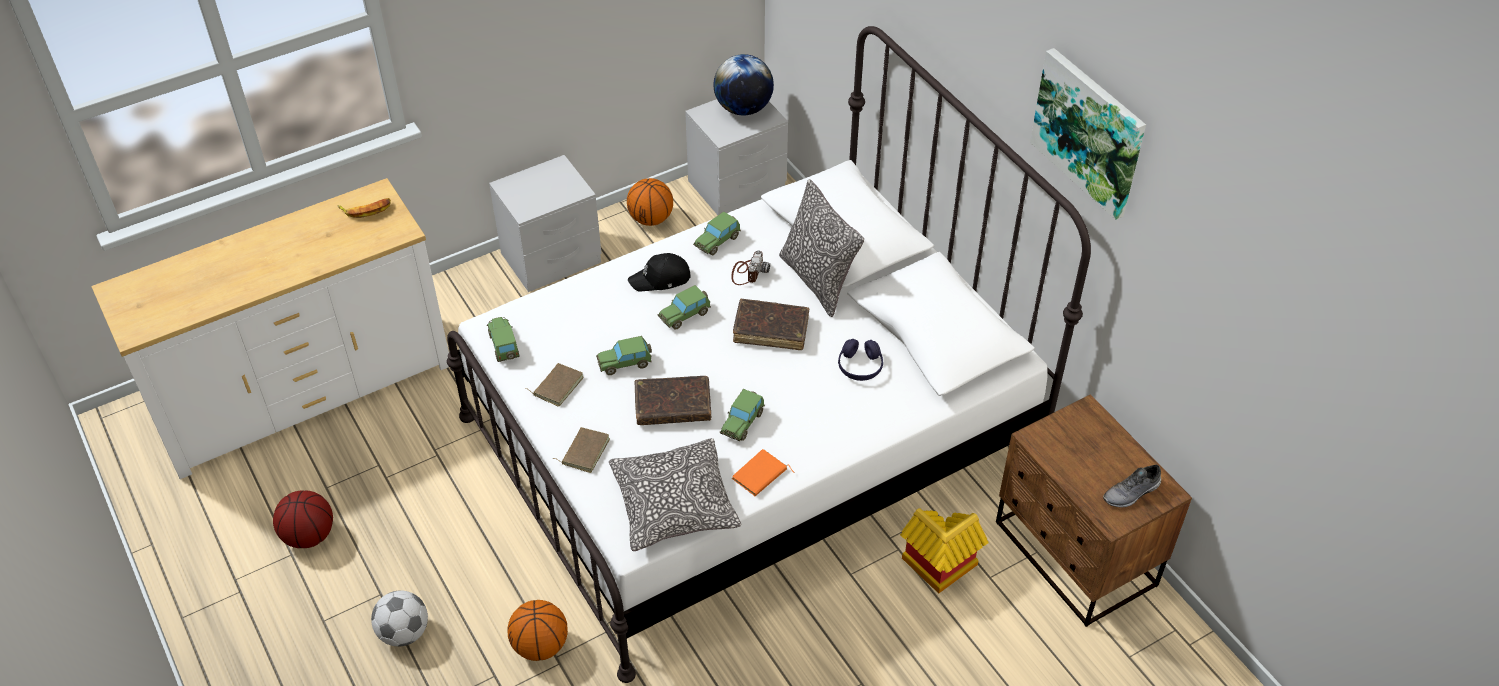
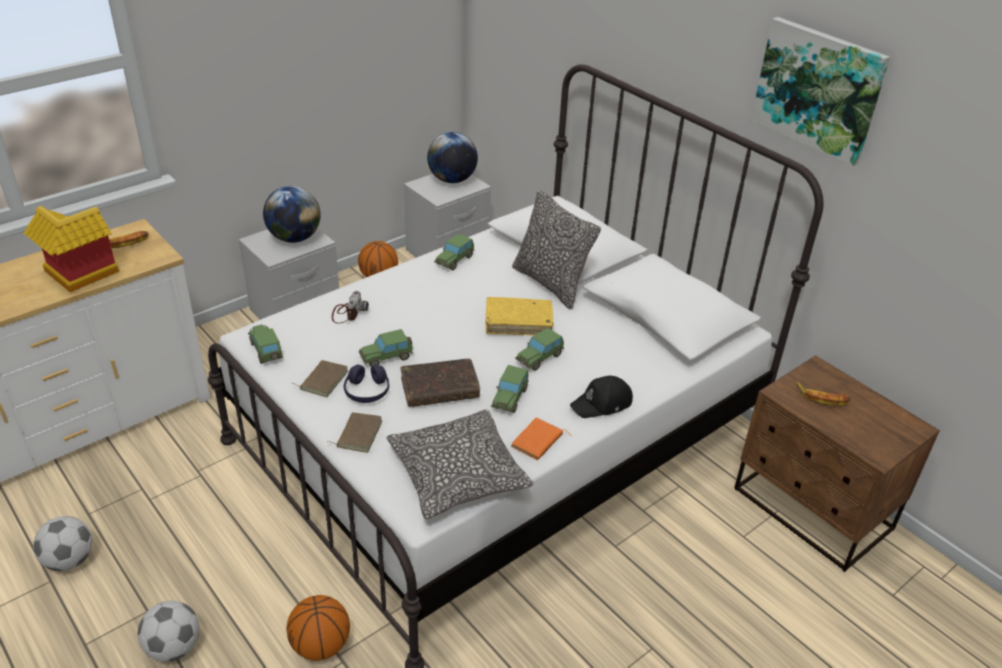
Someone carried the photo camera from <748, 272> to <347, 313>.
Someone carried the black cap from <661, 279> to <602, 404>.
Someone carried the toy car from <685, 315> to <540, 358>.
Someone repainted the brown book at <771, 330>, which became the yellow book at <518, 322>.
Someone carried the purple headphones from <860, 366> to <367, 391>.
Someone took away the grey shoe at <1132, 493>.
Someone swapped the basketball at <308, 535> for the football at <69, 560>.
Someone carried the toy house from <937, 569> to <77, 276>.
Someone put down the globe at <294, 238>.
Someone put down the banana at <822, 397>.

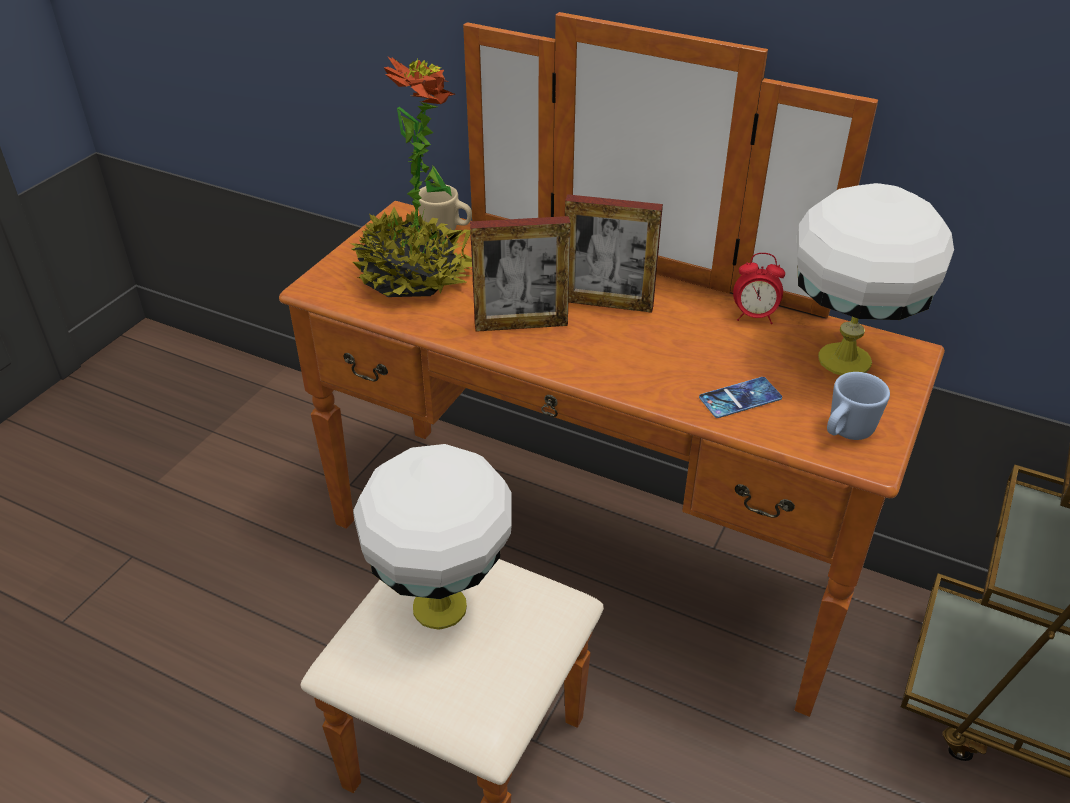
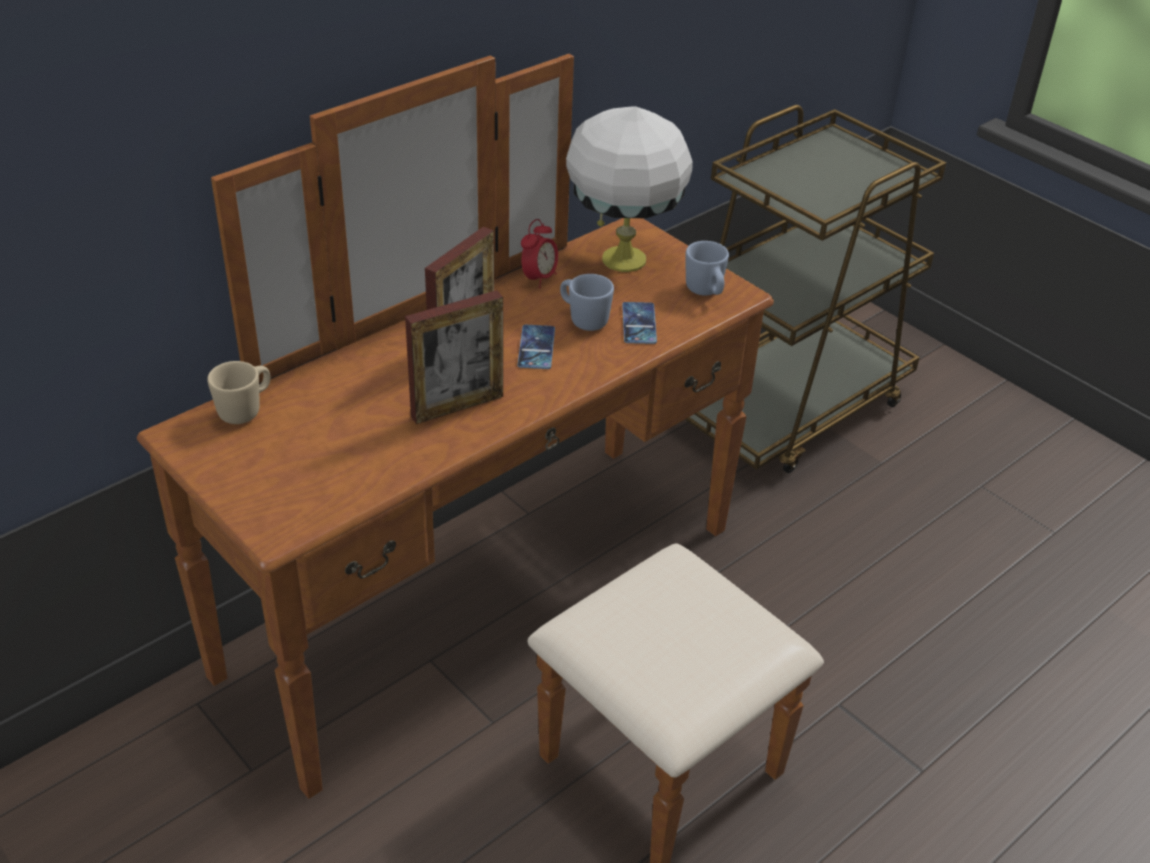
Someone took away the potted plant at <414, 278>.
Someone rotated the picture frame at <521, 324> by 45 degrees clockwise.
Someone took away the white table lamp at <443, 607>.
Someone put down the blue mug at <583, 319>.
Someone put down the phone at <536, 347>.

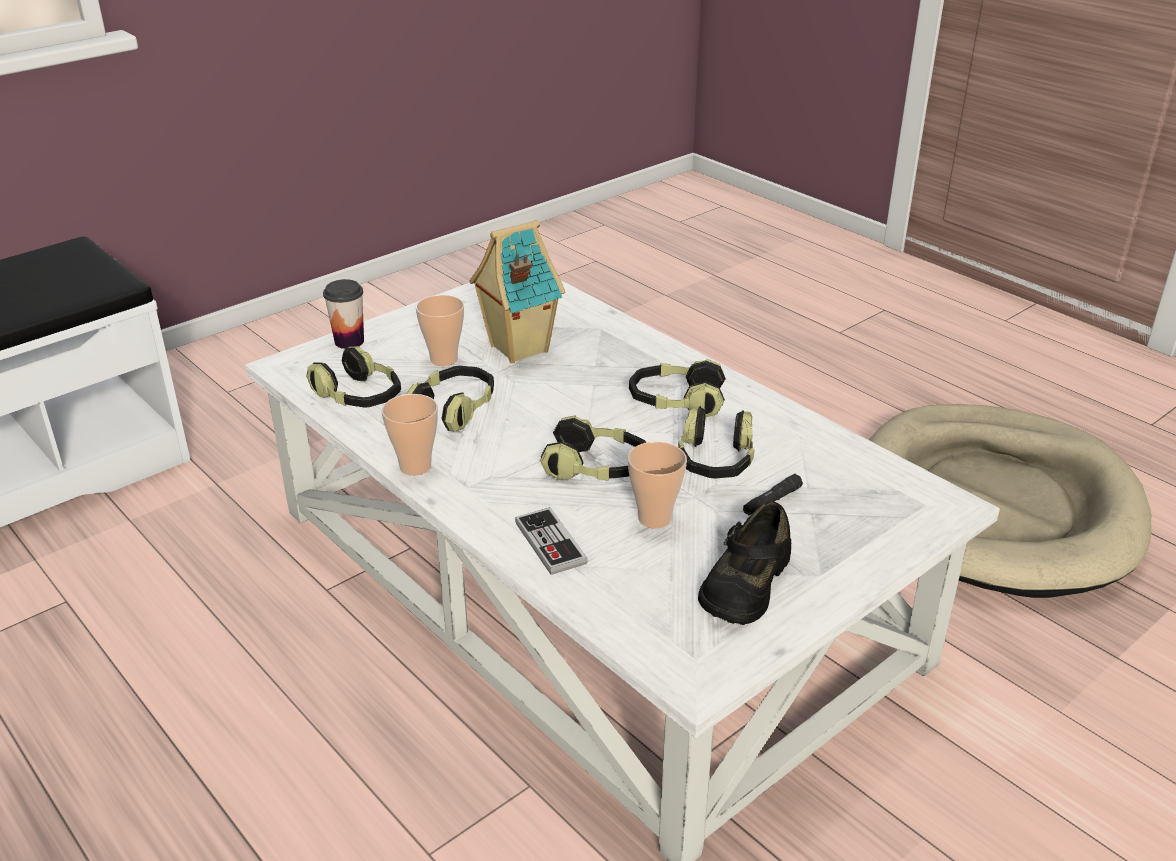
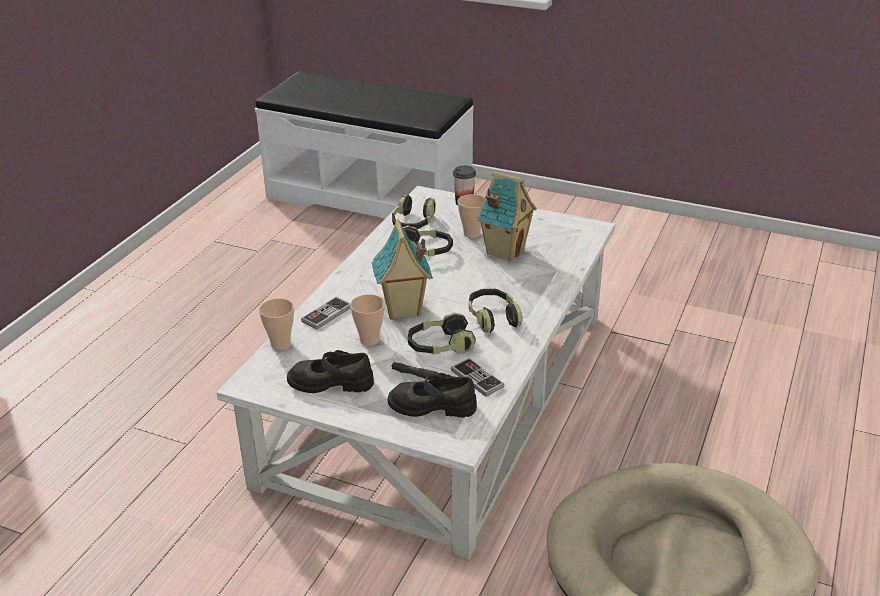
Someone carried the cup from <415, 467> to <280, 344>.
Someone swapped the headphones at <597, 468> for the toy house at <402, 310>.
Someone put down the game controller at <477, 379>.
Someone put down the black shoe at <432, 405>.

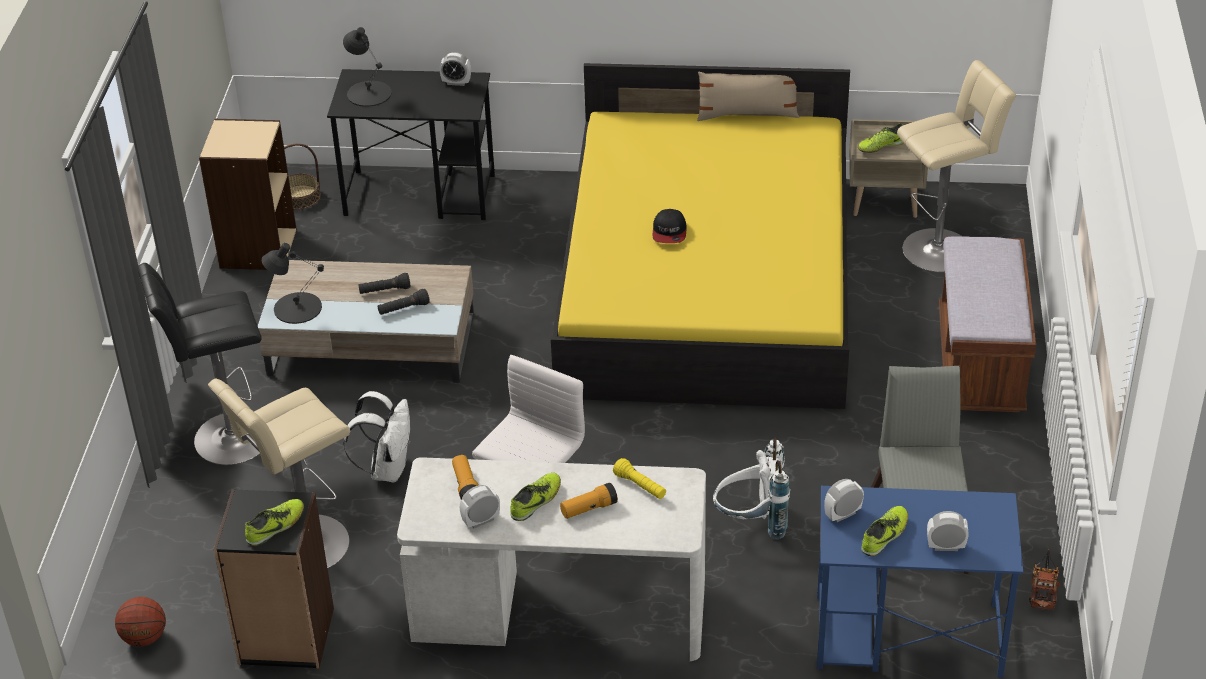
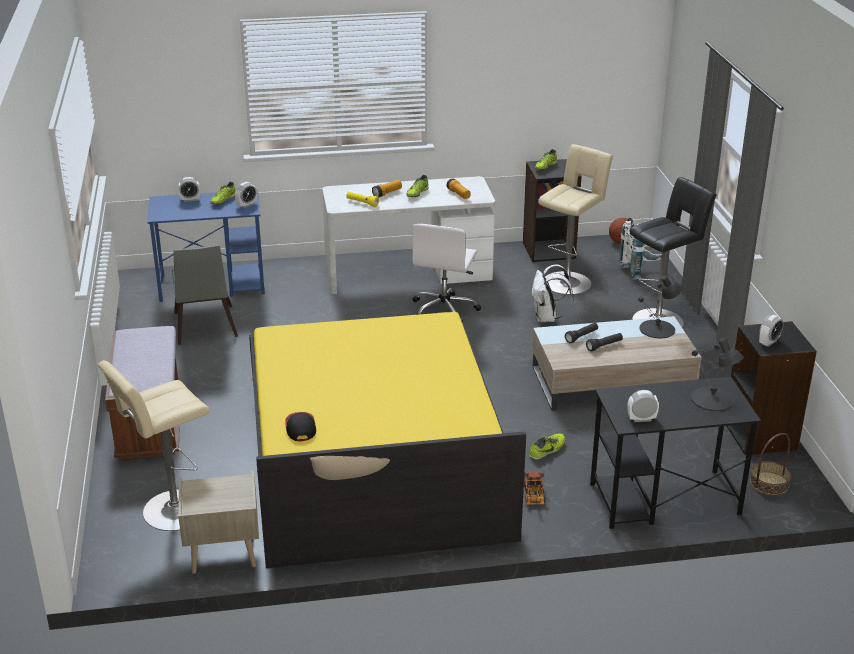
Someone repainted the beige bookcase at <257, 248>, which became the black bookcase at <761, 435>.
Someone carried the shoe from <880, 146> to <547, 450>.
Someone carried the cap from <669, 232> to <300, 428>.
Someone carried the white backpack from <751, 522> to <641, 272>.
Someone carried the alarm clock from <481, 521> to <769, 342>.
Someone carried the toy truck from <1043, 588> to <533, 496>.

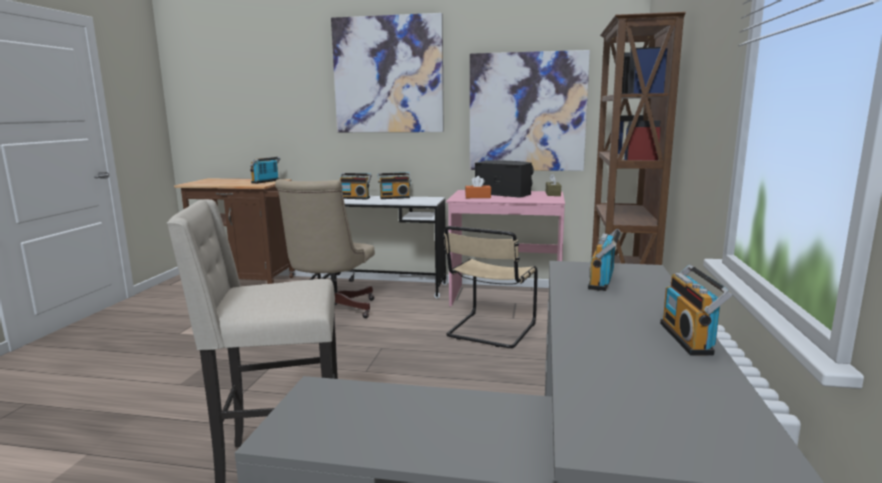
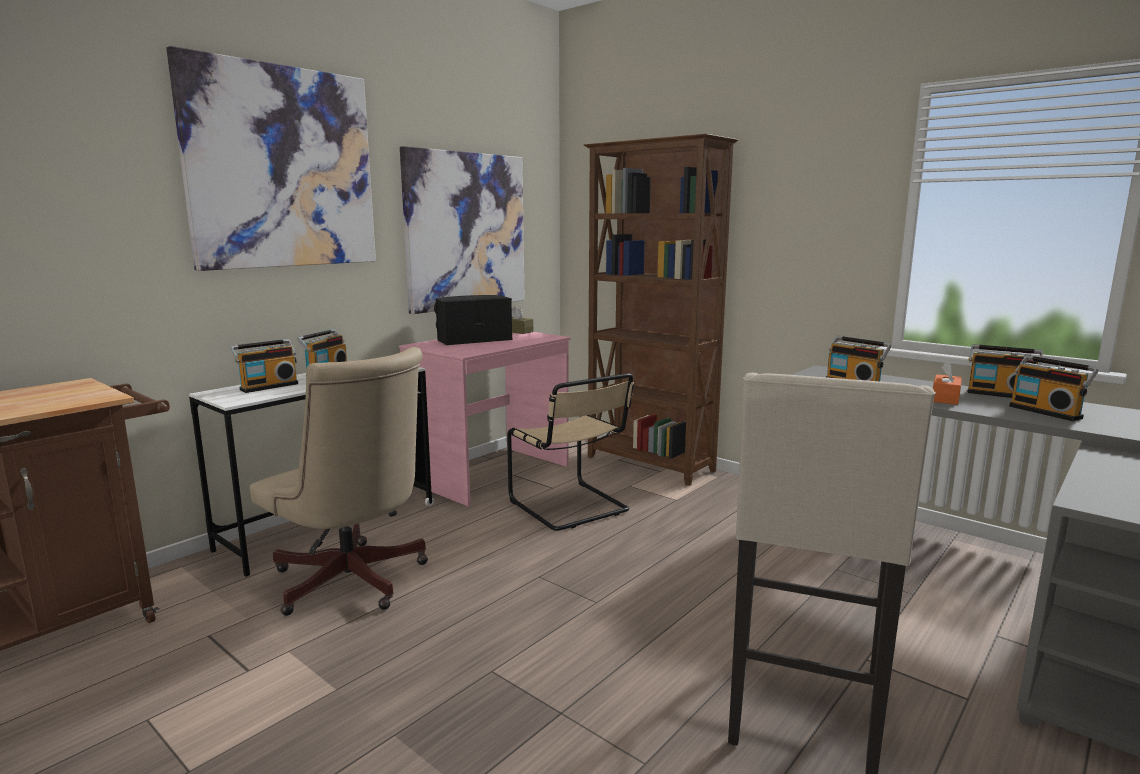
Someone carried the radio from <266, 181> to <1046, 412>.
Someone carried the orange tissue box from <478, 197> to <945, 398>.

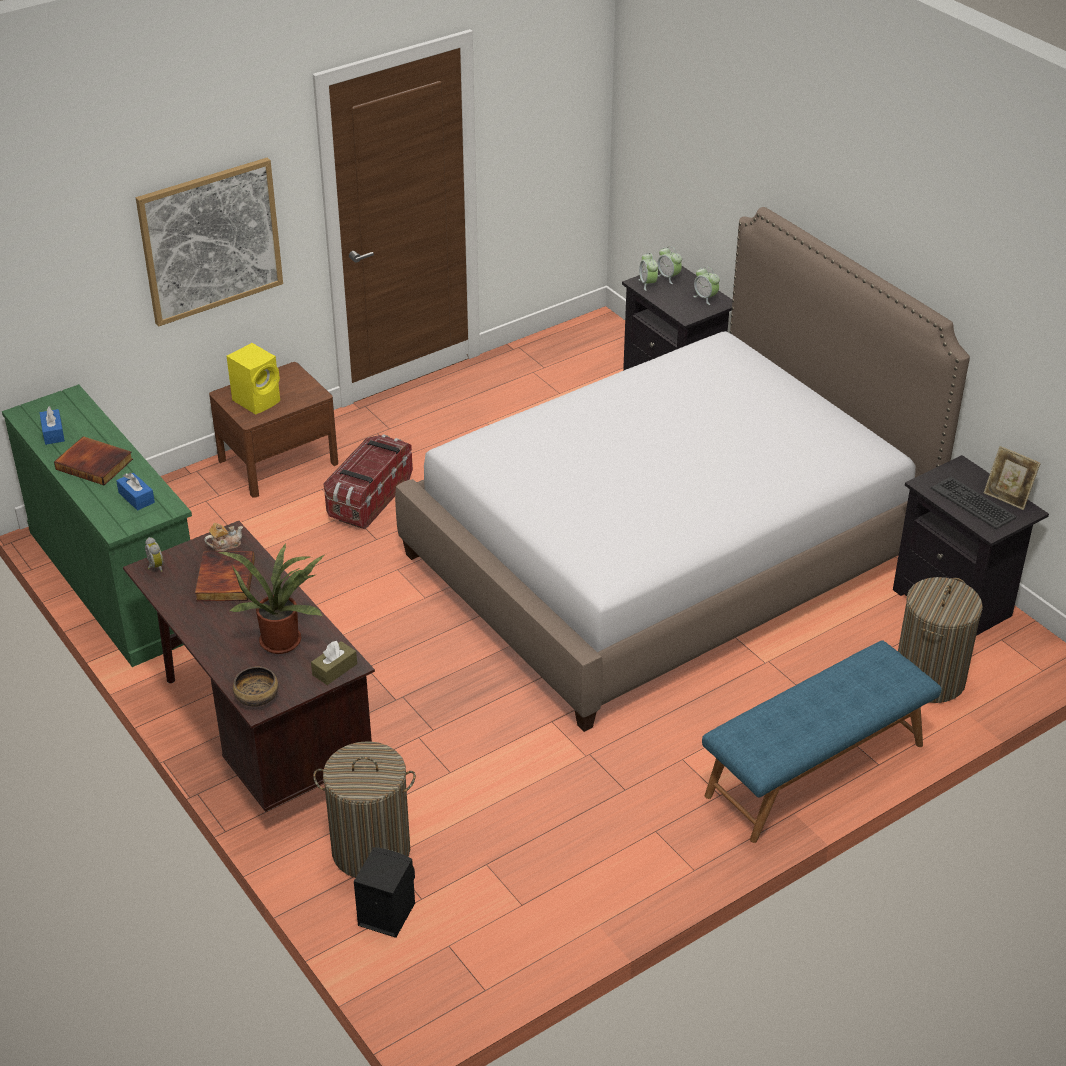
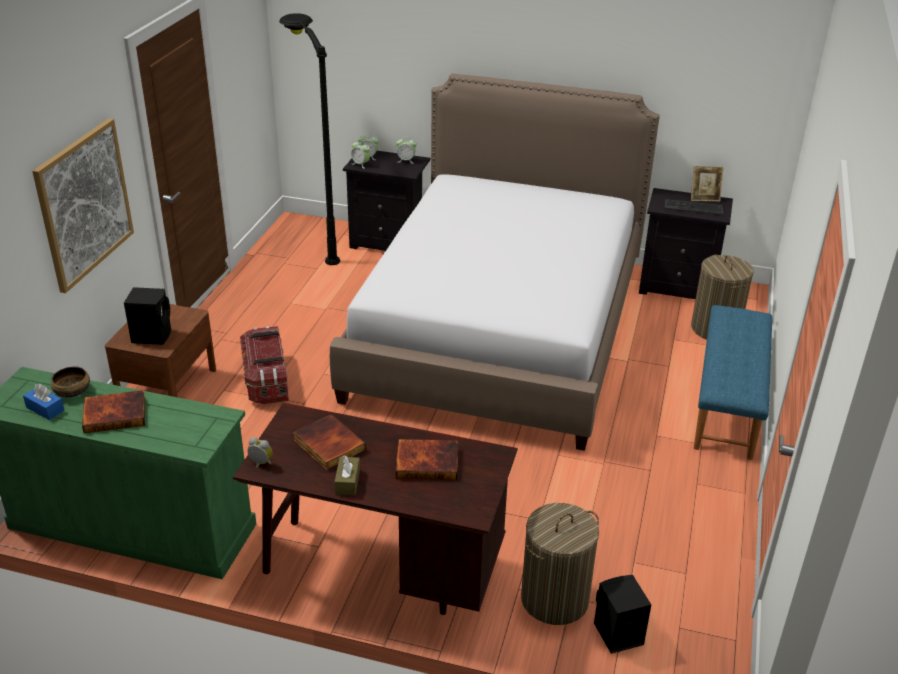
Someone repainted the yellow speaker at <258, 400>, which became the black speaker at <152, 335>.
Someone took away the blue tissue box at <136, 497>.
Someone took away the teapot at <225, 545>.
Someone swapped the potted plant at <283, 638> for the book at <427, 462>.
Someone carried the brown tissue box from <334, 669> to <347, 482>.
Someone carried the bowl from <257, 697> to <73, 391>.
Someone put down the black floor lamp at <316, 241>.

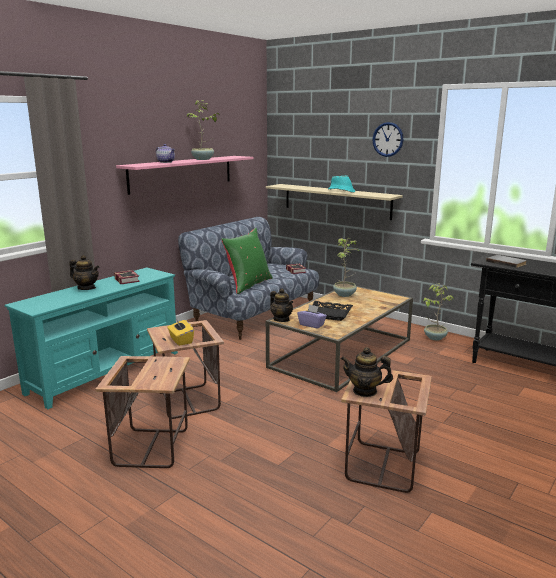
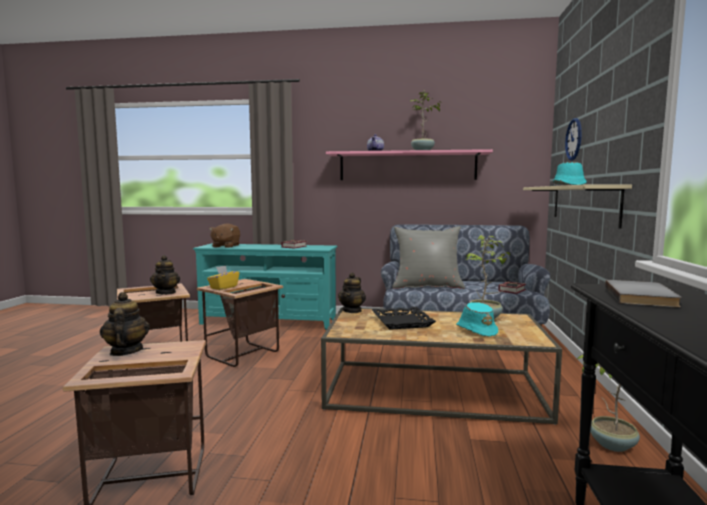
Someone carried the wall clock from <388, 139> to <574, 139>.
Someone repainted the green pillow at <248, 284>, which became the grey pillow at <427, 286>.
Someone carried the teapot from <86, 288> to <166, 292>.
Someone took away the purple tissue box at <311, 325>.
Someone put down the brown plush toy at <225, 246>.
Someone put down the turquoise hat at <476, 330>.

